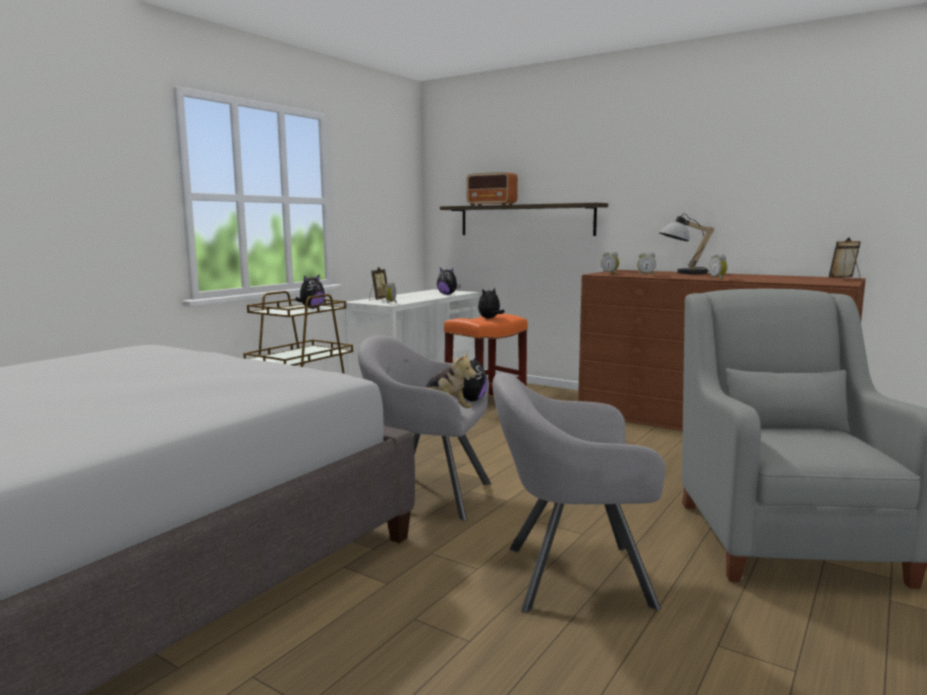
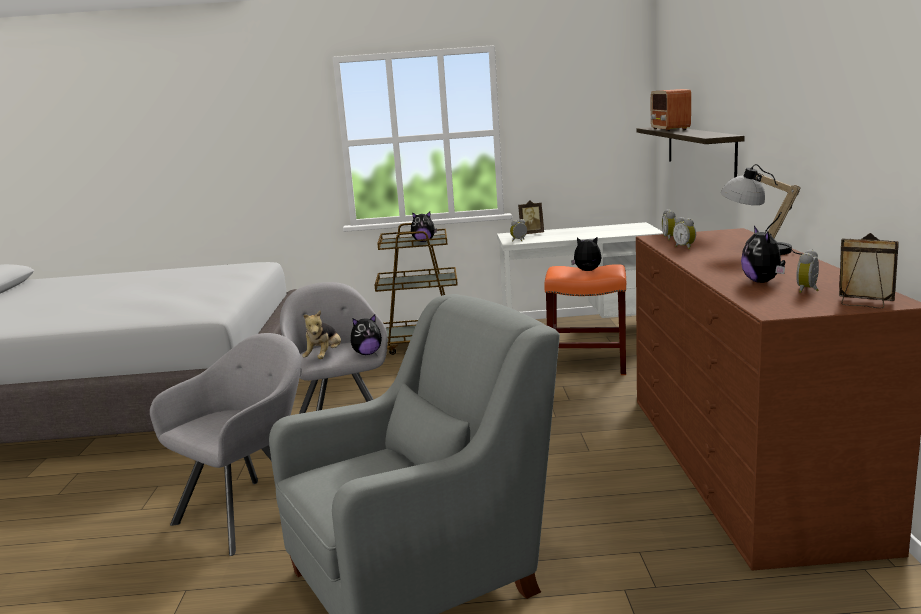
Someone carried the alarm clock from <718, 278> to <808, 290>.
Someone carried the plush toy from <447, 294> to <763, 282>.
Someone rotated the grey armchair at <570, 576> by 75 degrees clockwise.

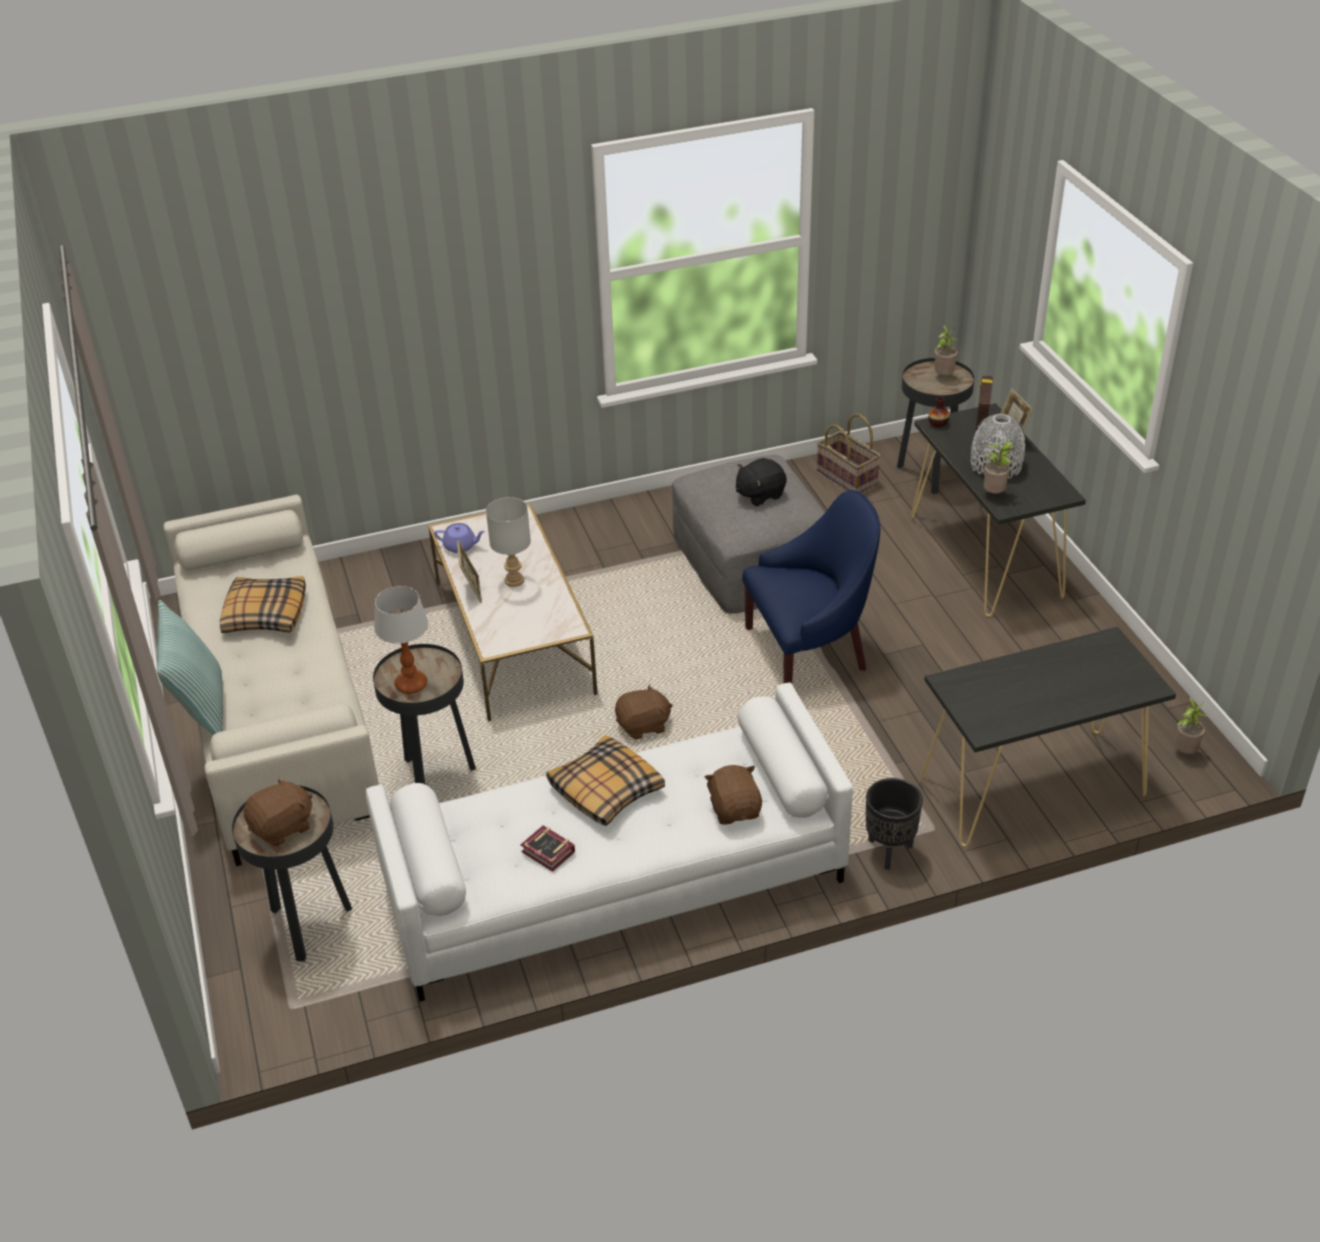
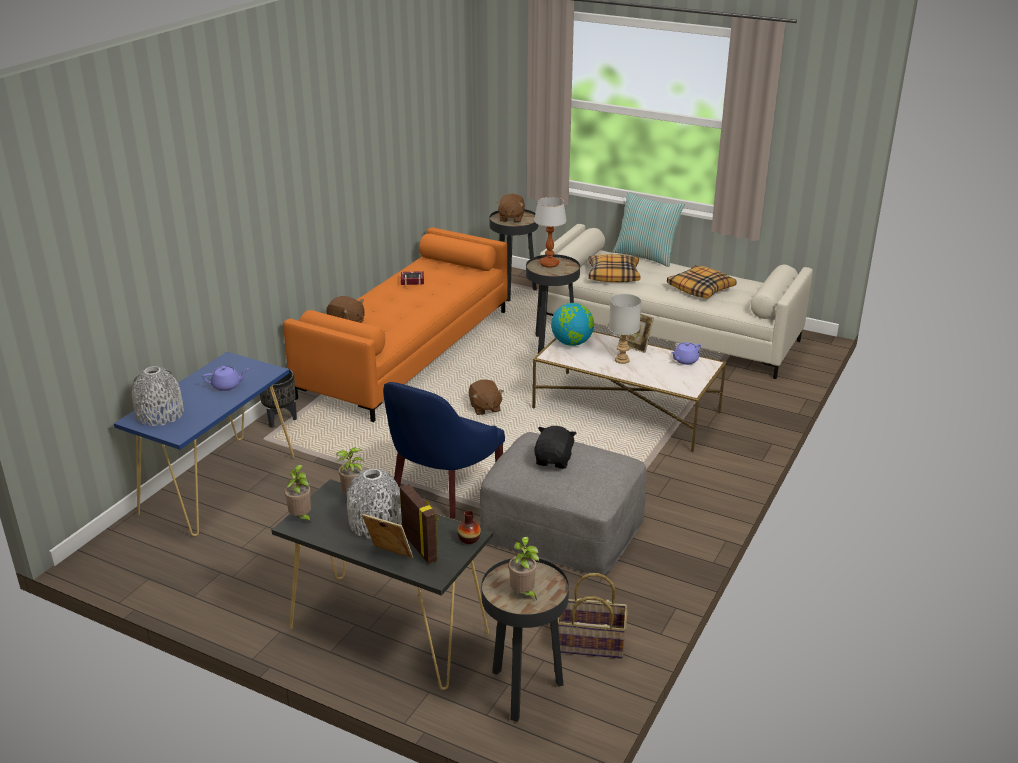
Someone repainted the black console table at <1031, 788>, which became the blue console table at <219, 484>.
Someone repainted the white sofa at <613, 884>, which became the orange sofa at <406, 352>.
Someone rotated the brown plush toy at <643, 726> by 45 degrees counterclockwise.
Someone carried the potted plant from <1184, 751> to <301, 518>.
Someone carried the pillow from <605, 790> to <613, 275>.
Someone put down the globe at <572, 343>.
Someone put down the grey vase at <160, 414>.
Someone put down the purple teapot at <227, 386>.

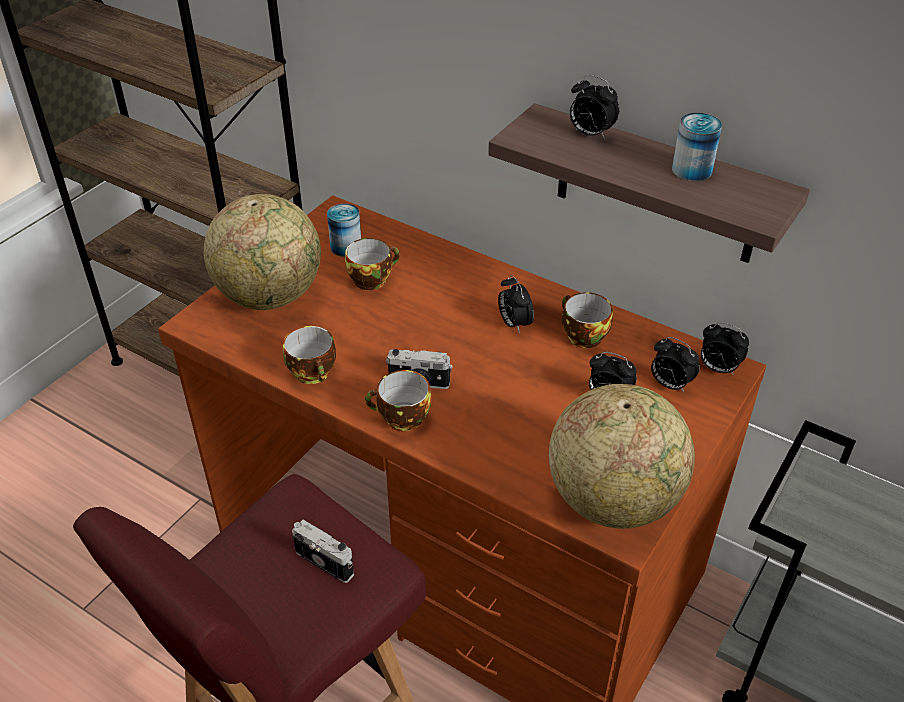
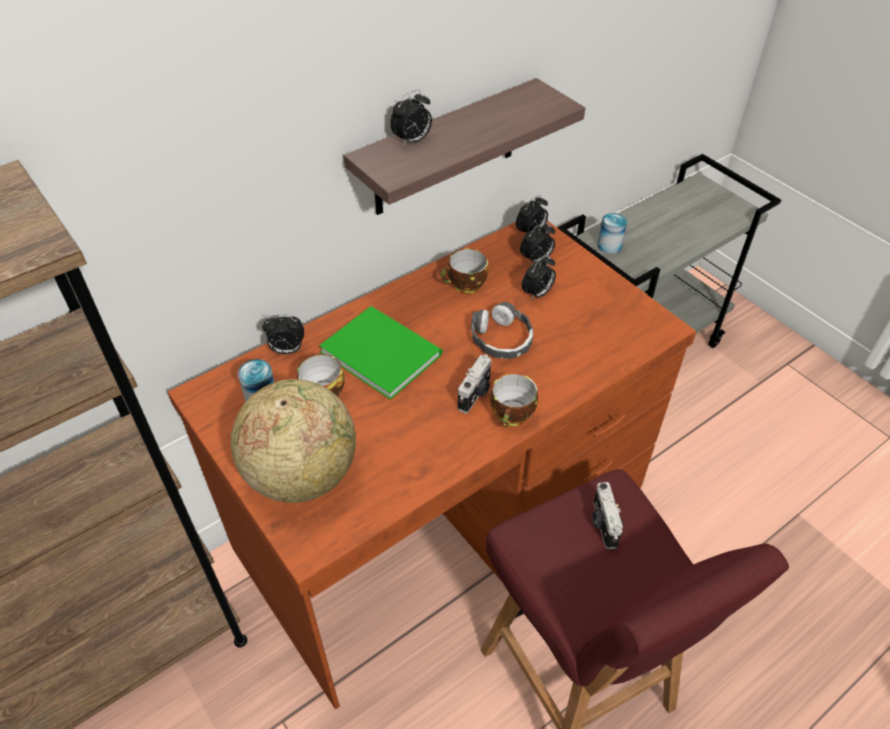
Someone carried the can from <691, 170> to <609, 246>.
Someone carried the alarm clock from <514, 323> to <287, 350>.
Someone took away the cup at <314, 373>.
Someone took away the globe at <613, 500>.
Someone rotated the photo camera at <326, 561> by 60 degrees counterclockwise.
Someone put down the headphones at <501, 339>.
Someone put down the green book at <380, 350>.

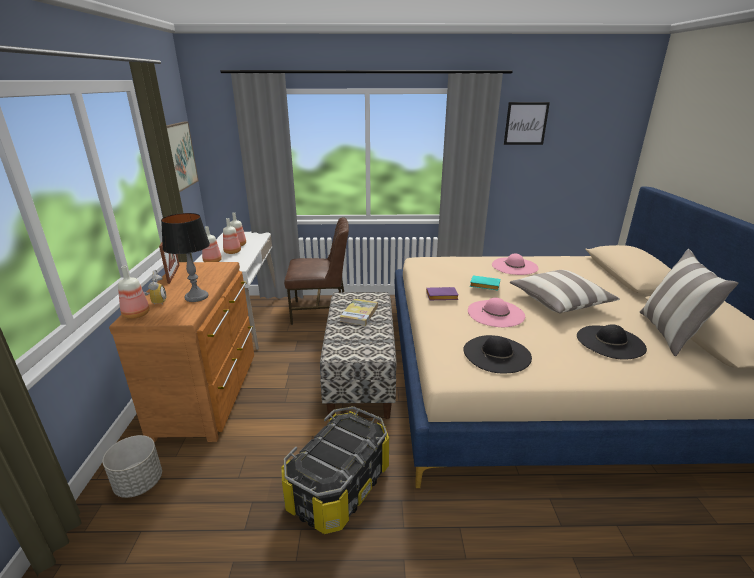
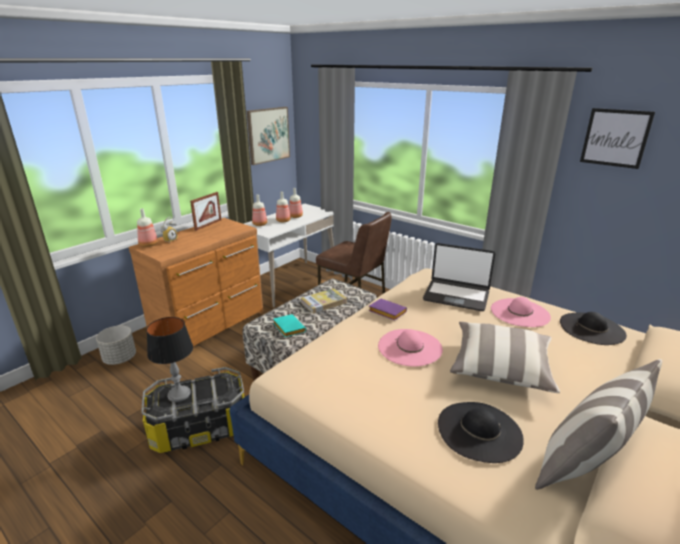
Someone carried the table lamp from <196, 297> to <179, 394>.
Someone carried the turquoise book from <483, 286> to <288, 328>.
Someone carried the black hat from <496, 354> to <592, 328>.
Someone put down the laptop at <456, 296>.

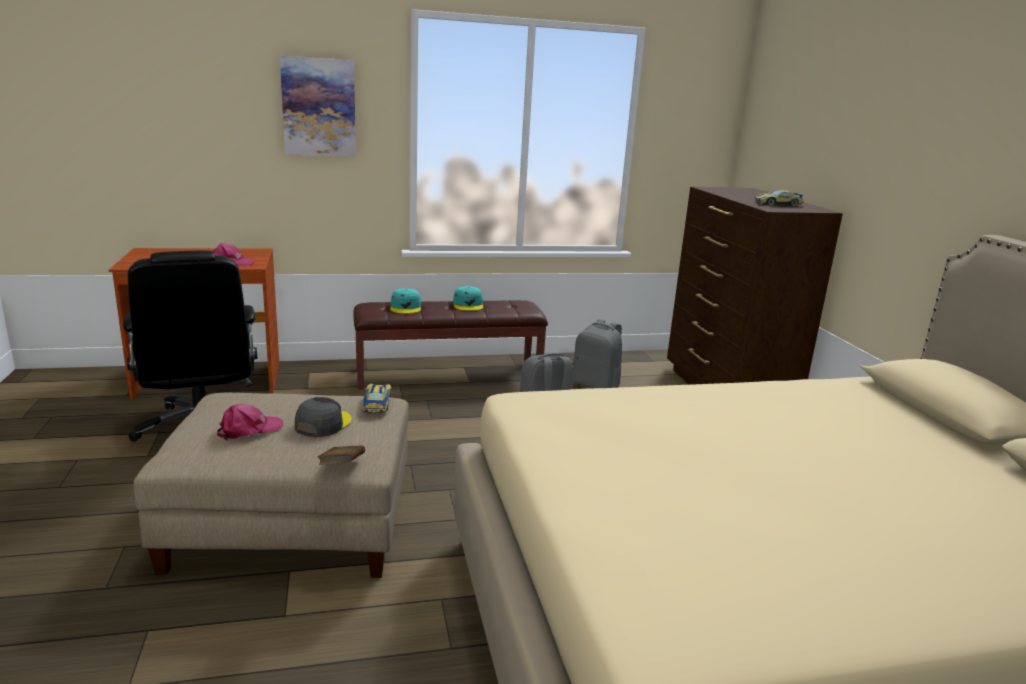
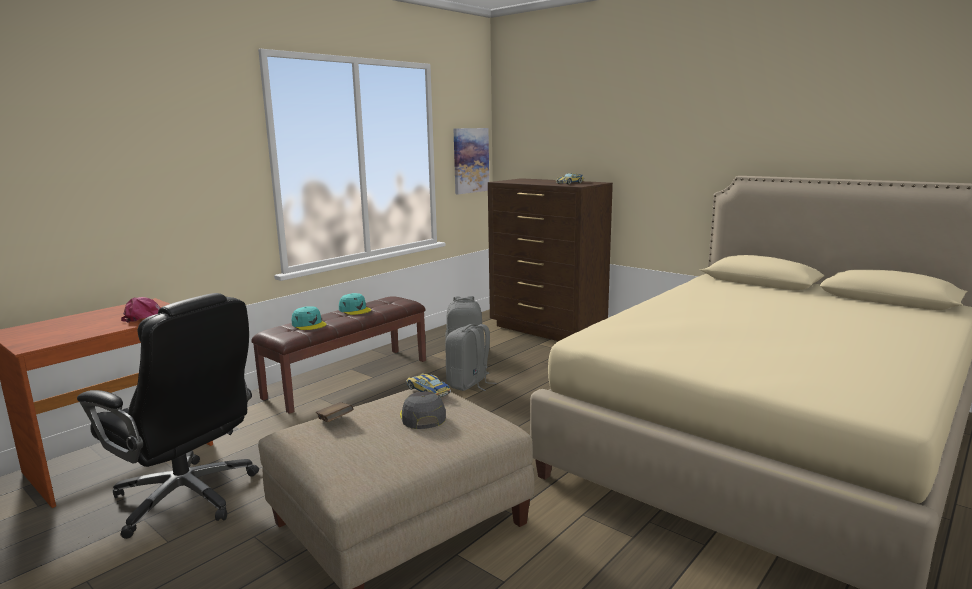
Someone carried the picture from <319, 107> to <470, 160>.
Someone took away the pink cap at <249, 429>.
Someone carried the brown book from <342, 466> to <335, 421>.

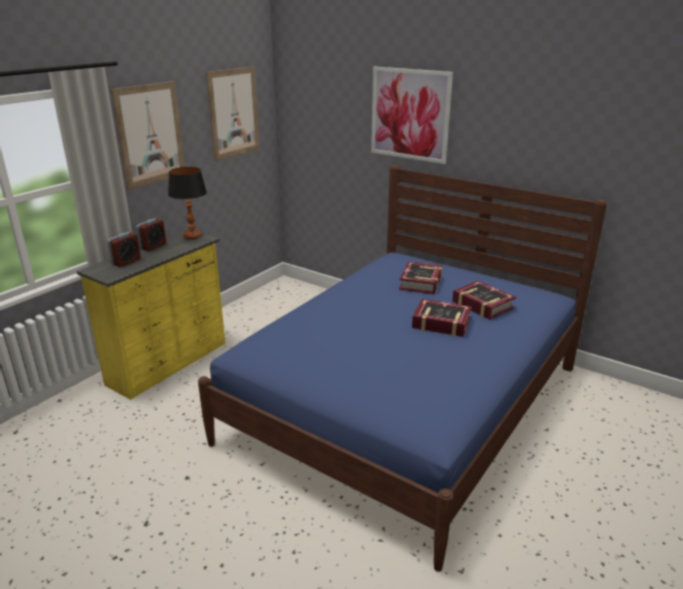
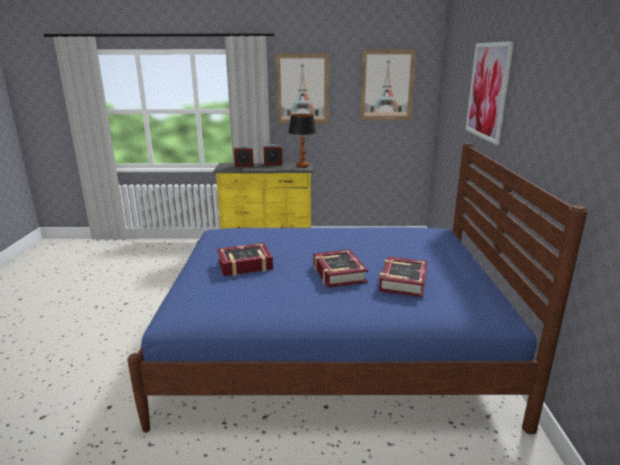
Someone carried the book from <421, 283> to <245, 265>.

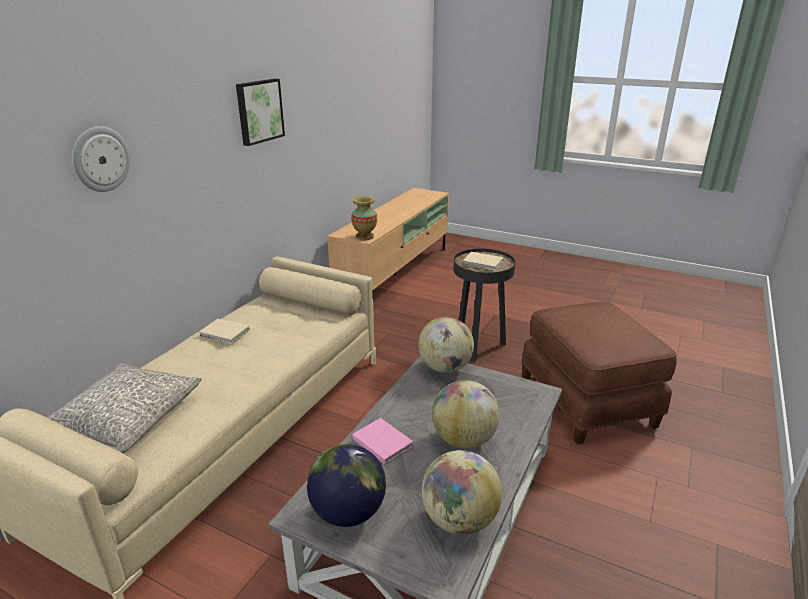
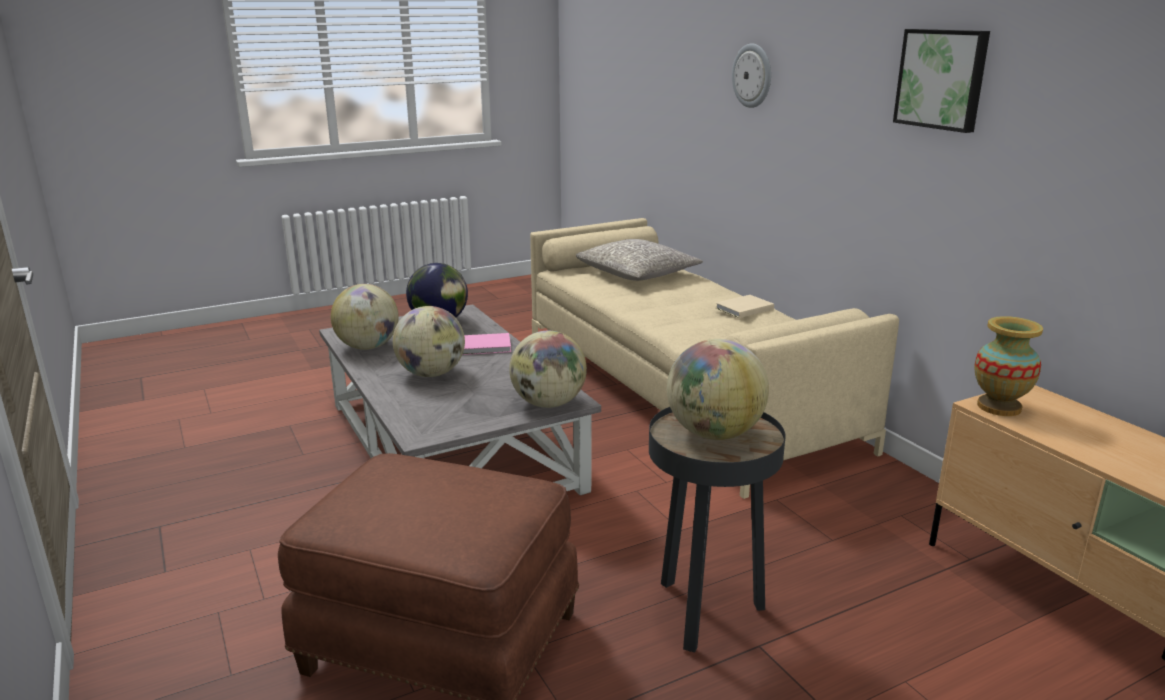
Someone swapped the beige book at <483, 263> for the globe at <714, 433>.

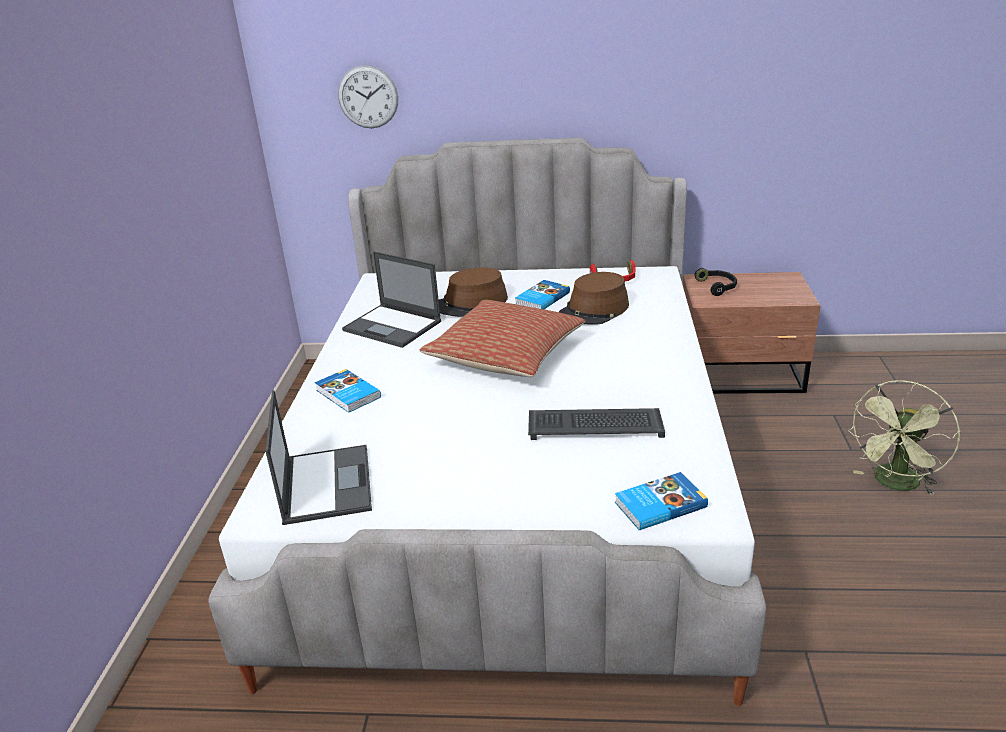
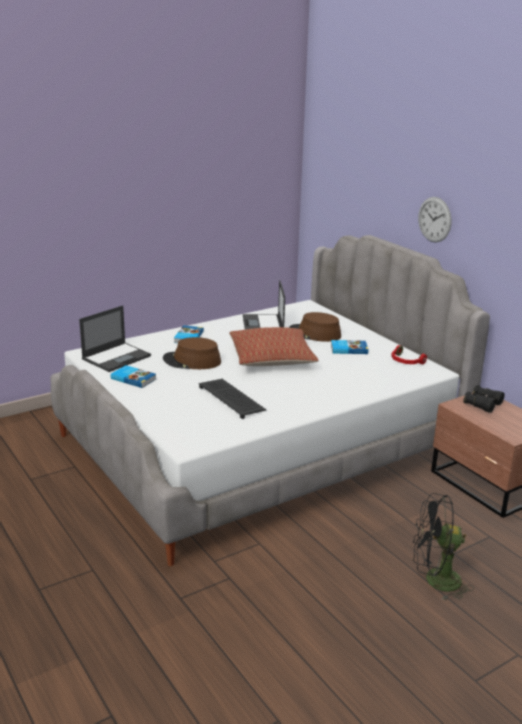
Someone carried the wall clock from <368, 97> to <434, 219>.
Someone swapped the black headphones at <717, 286> for the black binoculars at <483, 404>.
Someone carried the brown hat from <594, 310> to <192, 361>.
Someone repainted the green fan at <894, 484>, which became the black fan at <435, 581>.
Someone carried the book from <659, 504> to <134, 378>.

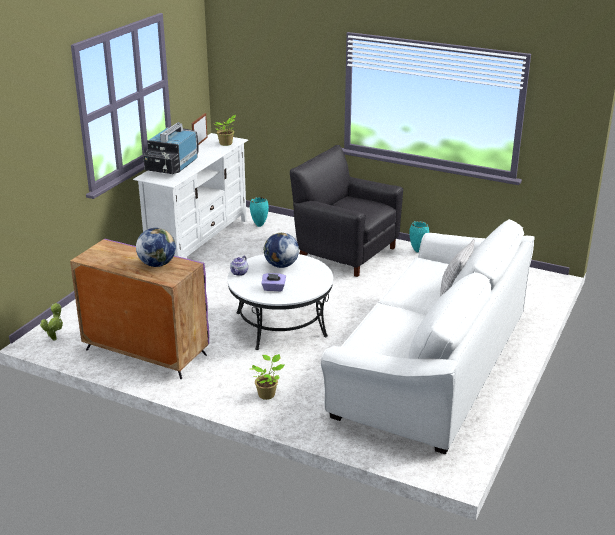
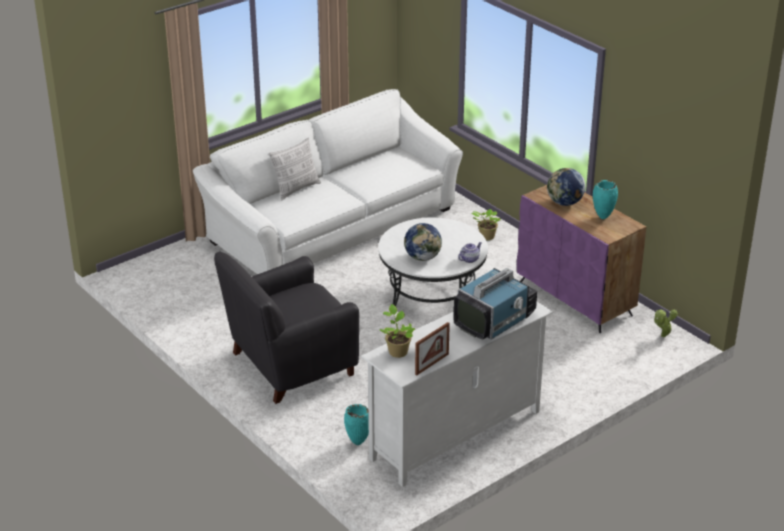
Someone rotated the black armchair at <345, 252> by 90 degrees clockwise.
Someone carried the turquoise vase from <418, 251> to <602, 217>.
Someone took away the purple tissue box at <273, 288>.

